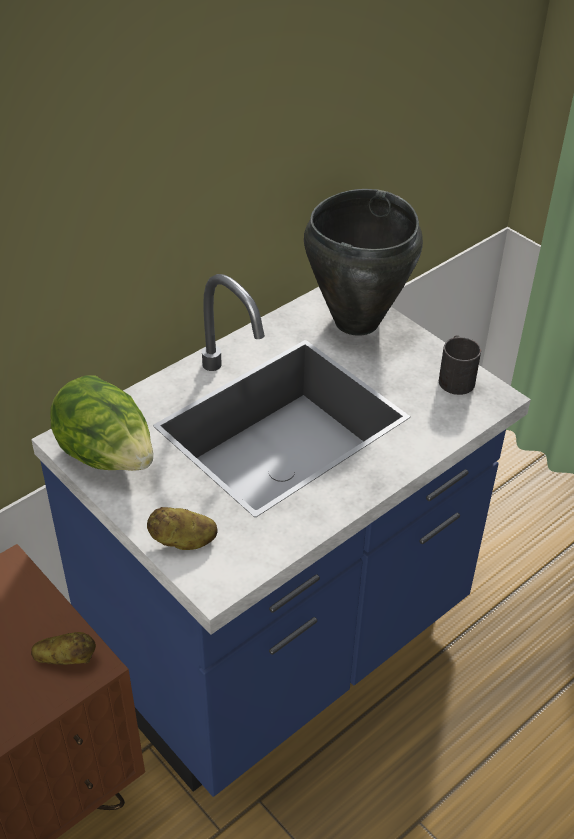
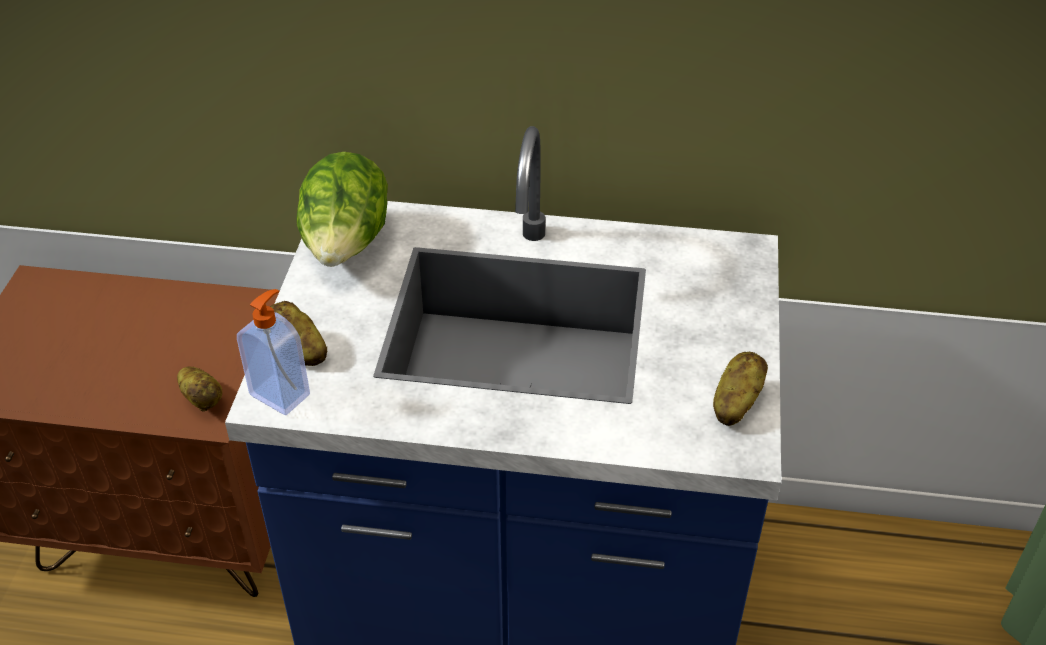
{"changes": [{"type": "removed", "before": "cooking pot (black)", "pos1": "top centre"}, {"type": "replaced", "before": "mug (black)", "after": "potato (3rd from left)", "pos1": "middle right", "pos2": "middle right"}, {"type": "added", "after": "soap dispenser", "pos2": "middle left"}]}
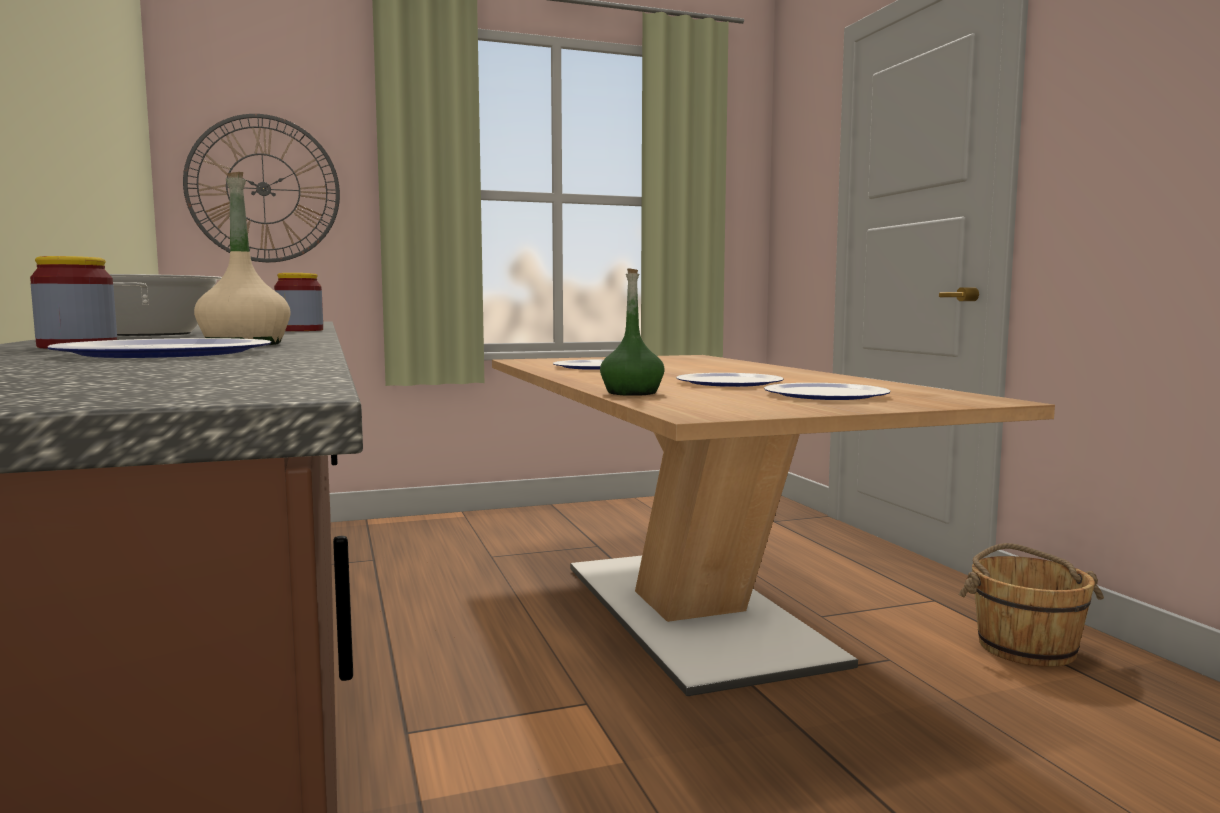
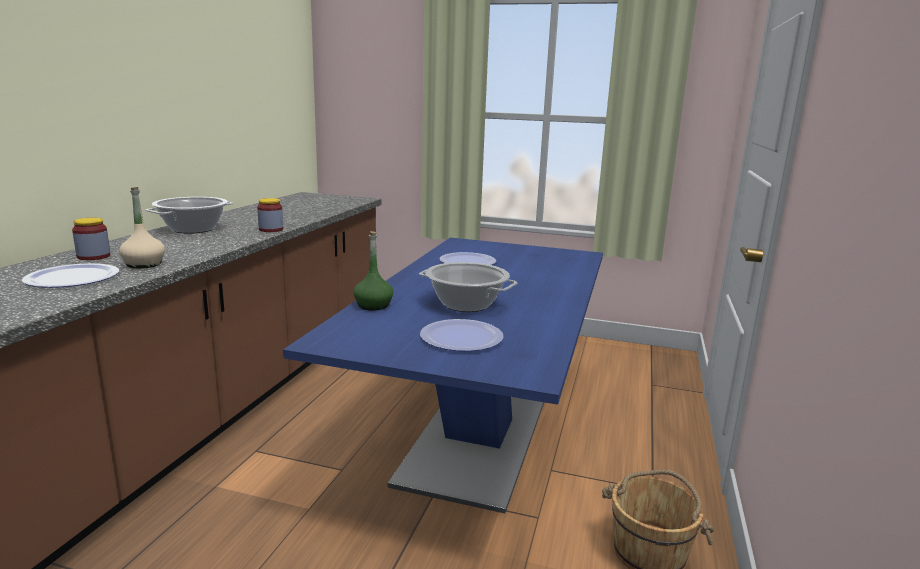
{"changes": [{"type": "removed", "before": "wall clock", "pos1": "top left"}, {"type": "recoloured", "before": "dining table (beige)", "after": "dining table (blue)", "pos1": "centre", "pos2": "centre"}, {"type": "replaced", "before": "plate (3rd from left)", "after": "cooking pot (2nd from left)", "pos1": "centre", "pos2": "centre"}]}
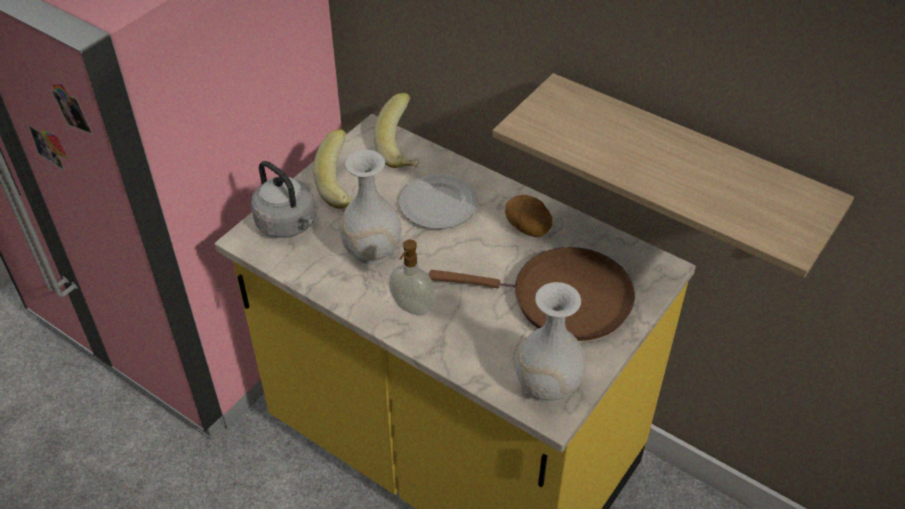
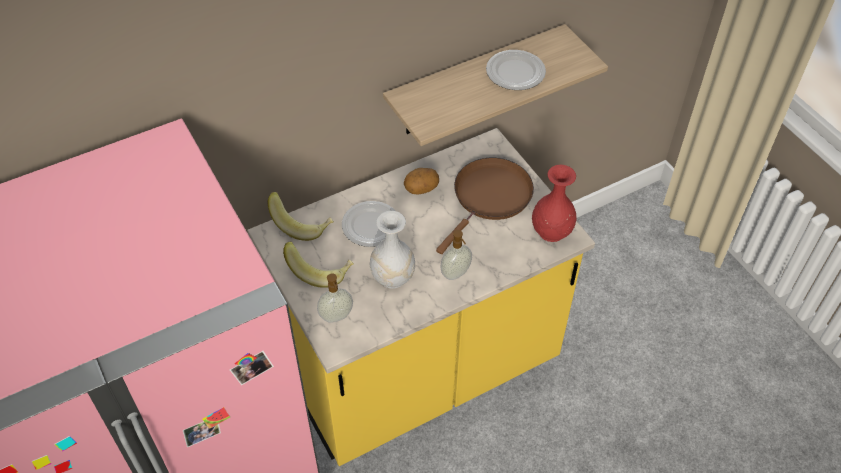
{"changes": [{"type": "replaced", "before": "kettle (grey)", "after": "soap dispenser (1st from left)", "pos1": "middle left", "pos2": "centre"}, {"type": "recoloured", "before": "vase (white) (2nd from left)", "after": "vase (red)", "pos1": "bottom centre", "pos2": "centre"}, {"type": "added", "after": "plate (2nd from left)", "pos2": "top centre"}]}
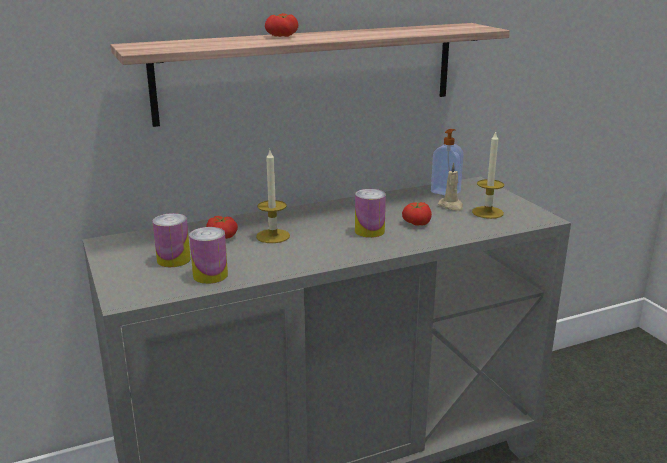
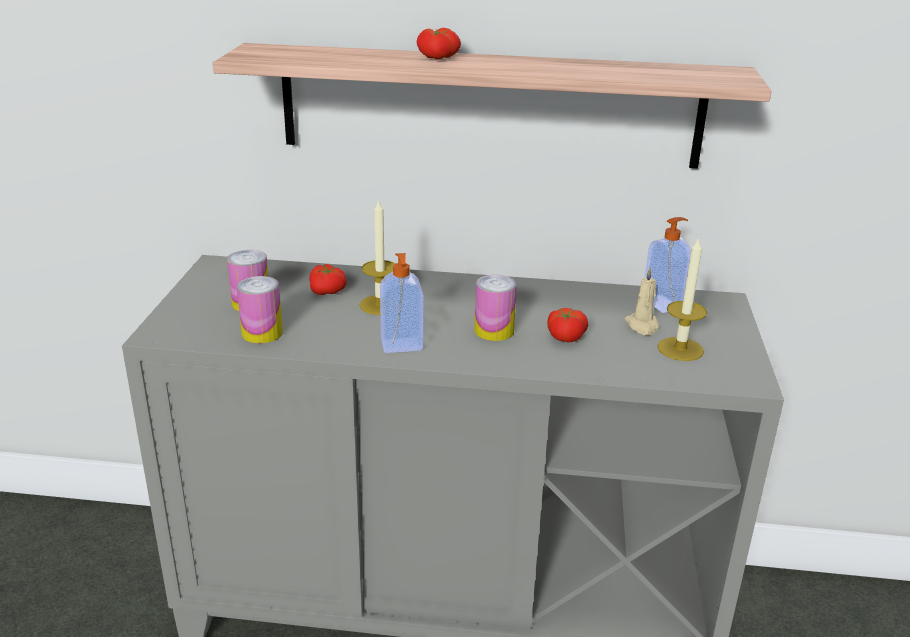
{"changes": [{"type": "added", "after": "soap dispenser (1st from left)", "pos2": "centre"}]}
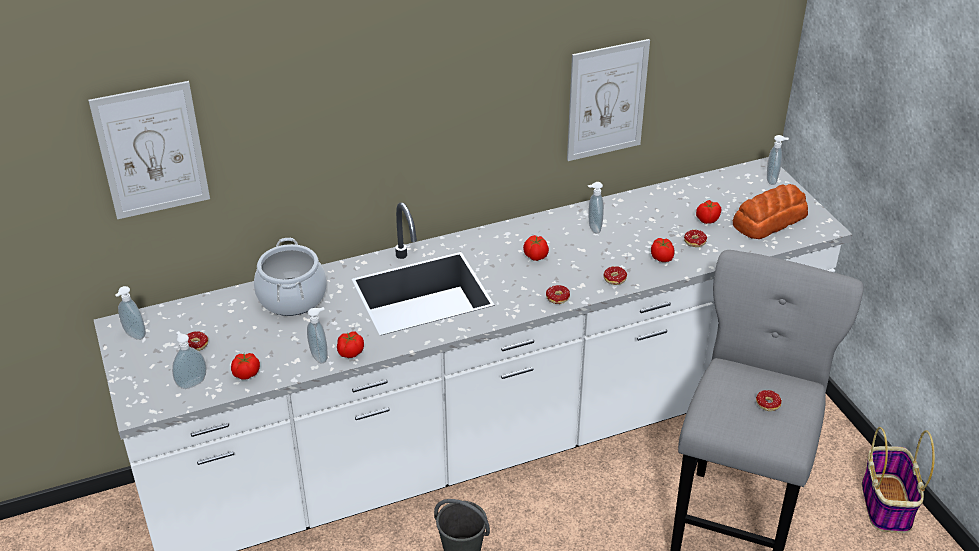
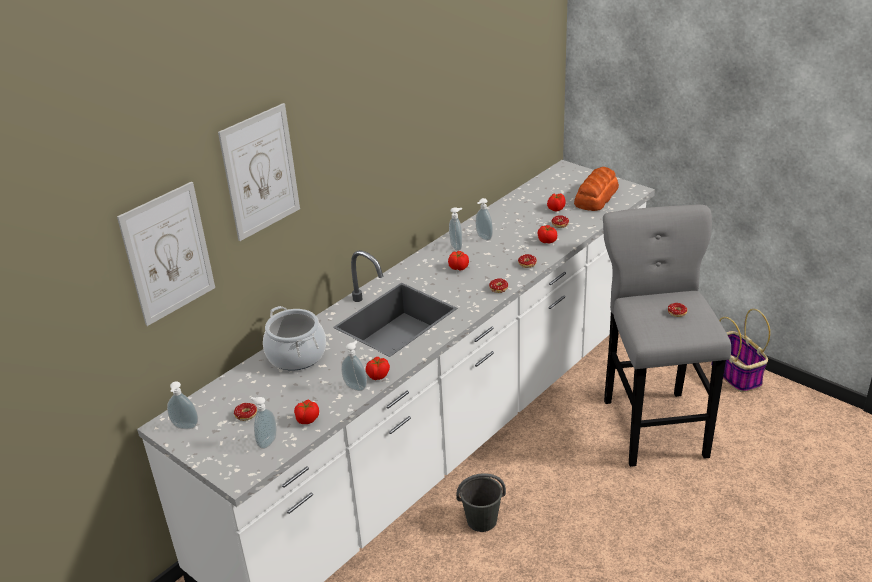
{"changes": [{"type": "moved", "before": "picture (2nd from left)", "pos1": "top centre", "pos2": "top left"}, {"type": "moved", "before": "soap dispenser (5th from left in the first image)", "after": "soap dispenser (4th from left)", "pos1": "top right", "pos2": "centre"}]}
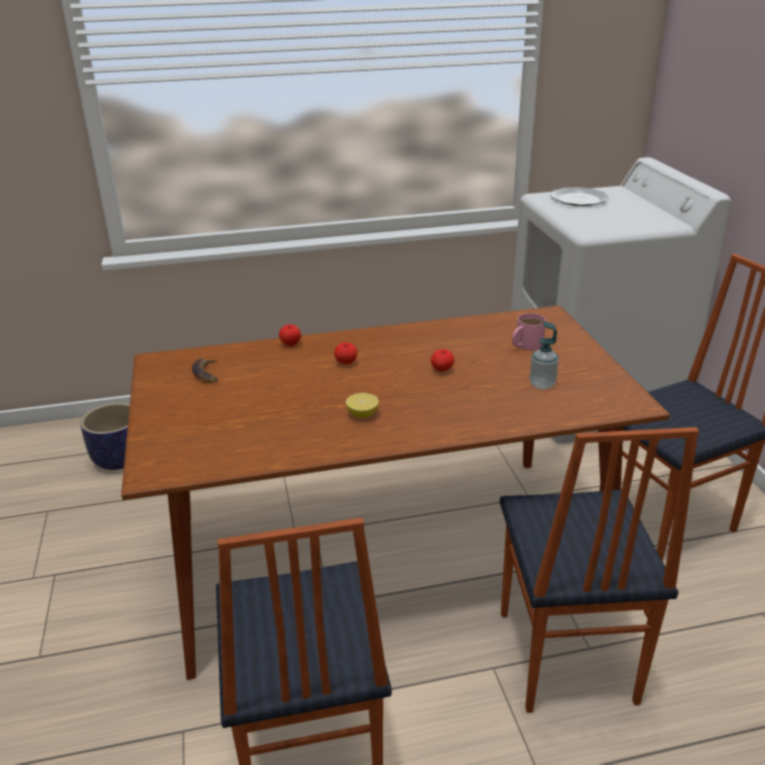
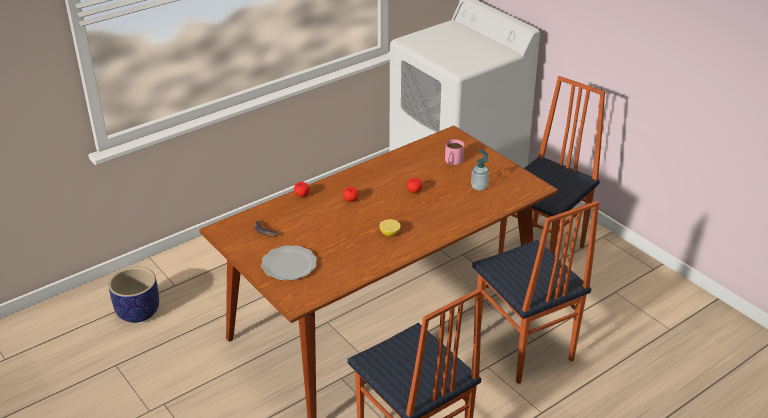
{"changes": [{"type": "moved", "before": "plate", "pos1": "top right", "pos2": "centre"}]}
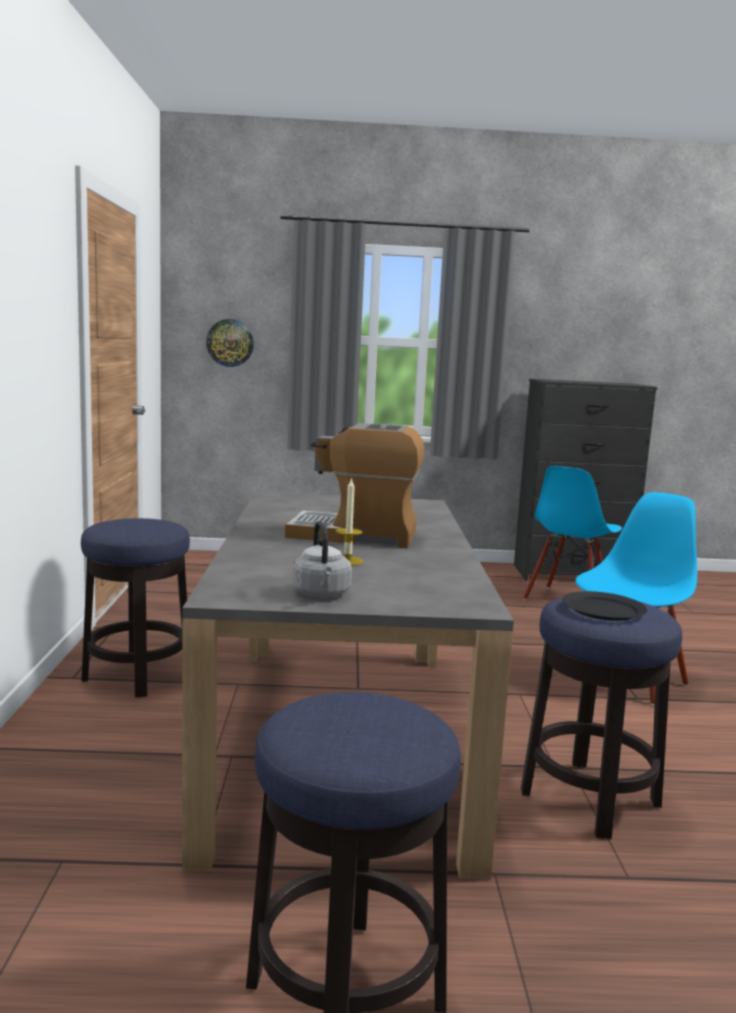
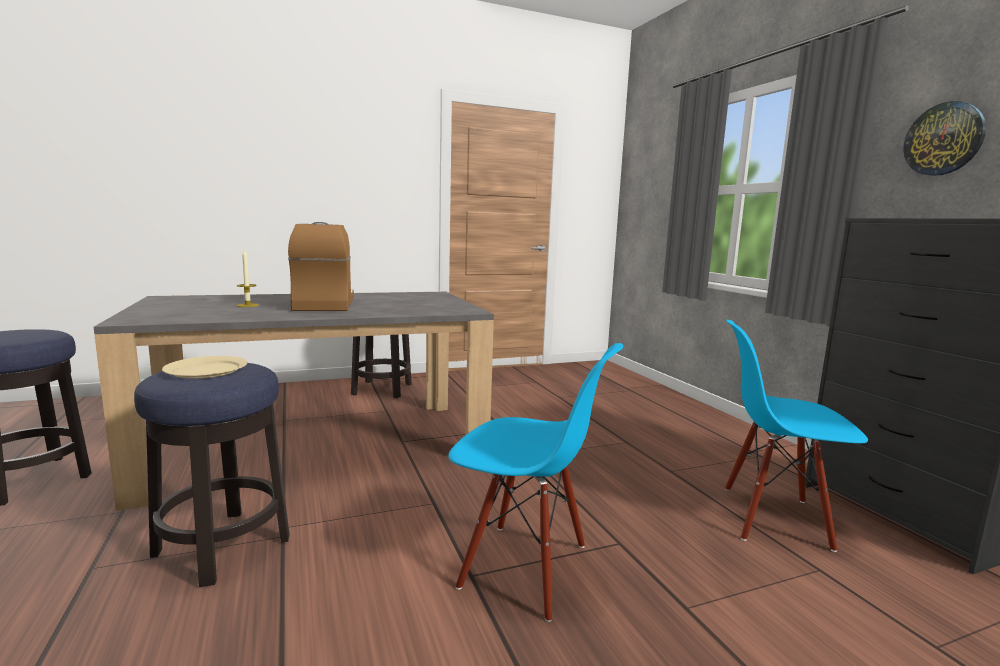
{"changes": [{"type": "moved", "before": "wall clock", "pos1": "middle left", "pos2": "top right"}, {"type": "removed", "before": "kettle (grey)", "pos1": "centre"}, {"type": "recoloured", "before": "plate (black)", "after": "plate (beige)", "pos1": "middle right", "pos2": "middle left"}]}
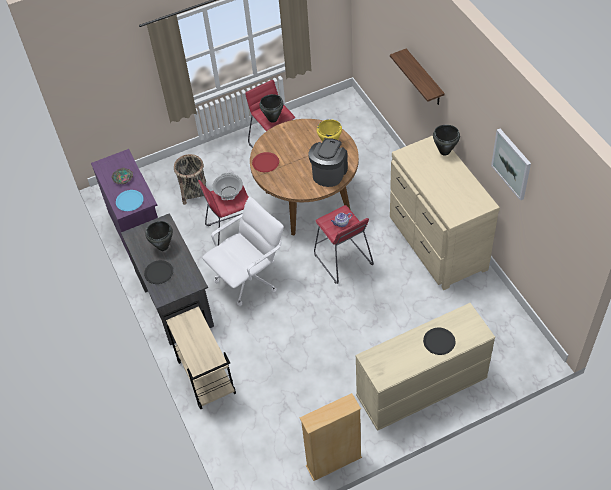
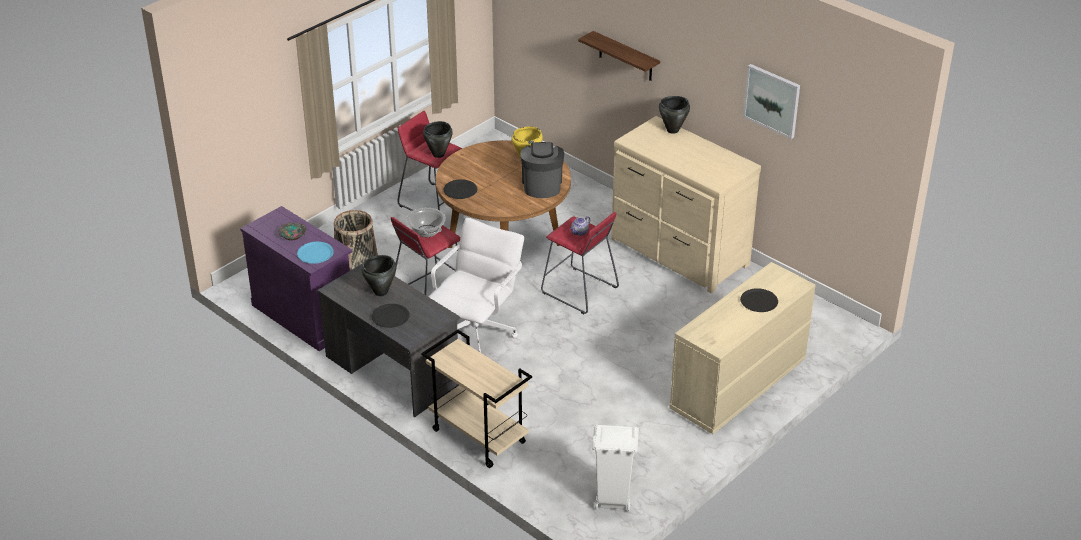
{"changes": [{"type": "recoloured", "before": "plate (red)", "after": "plate (black) (2nd from left)", "pos1": "top centre", "pos2": "centre"}, {"type": "removed", "before": "bookcase (beige)", "pos1": "bottom centre"}, {"type": "added", "after": "trash can (white)", "pos2": "bottom centre"}]}
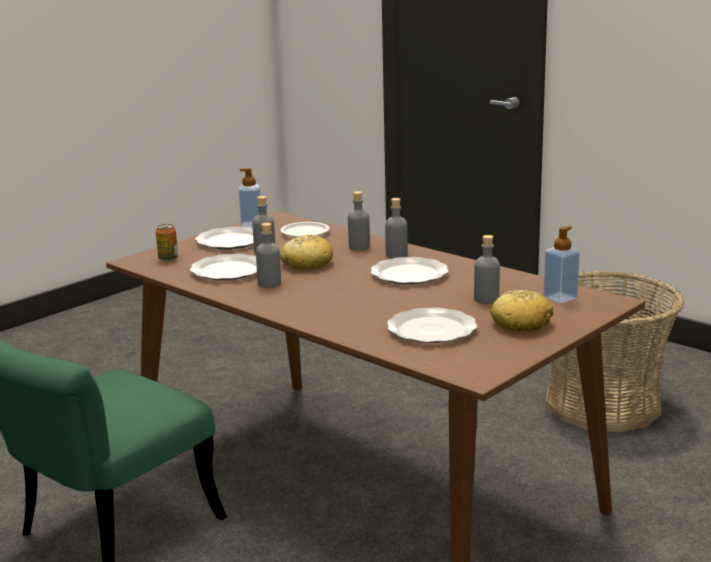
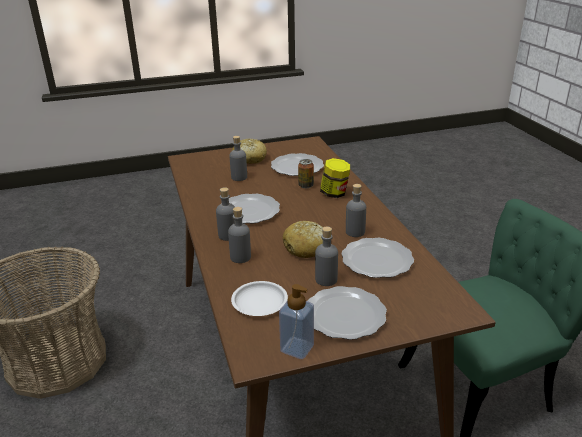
{"changes": [{"type": "moved", "before": "can", "pos1": "middle left", "pos2": "centre"}, {"type": "removed", "before": "soap dispenser (2nd from left)", "pos1": "middle right"}, {"type": "added", "after": "jar", "pos2": "centre"}]}
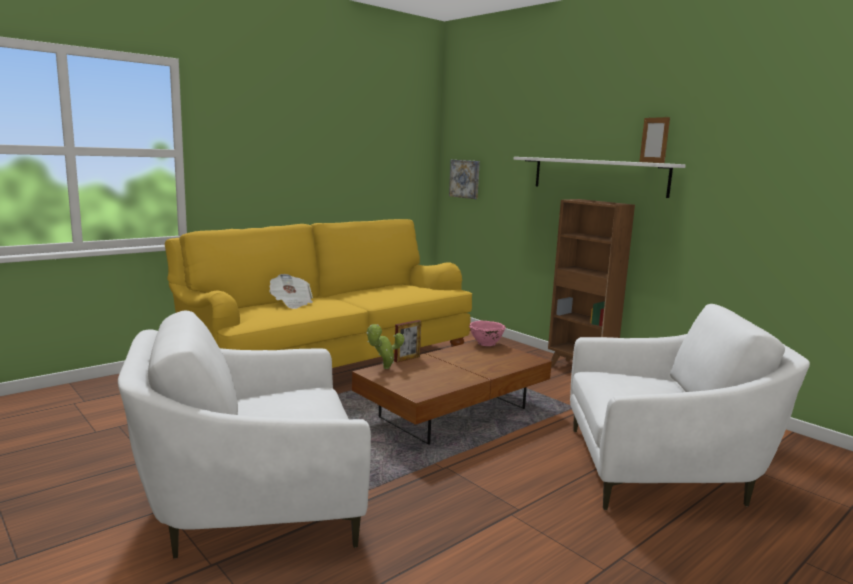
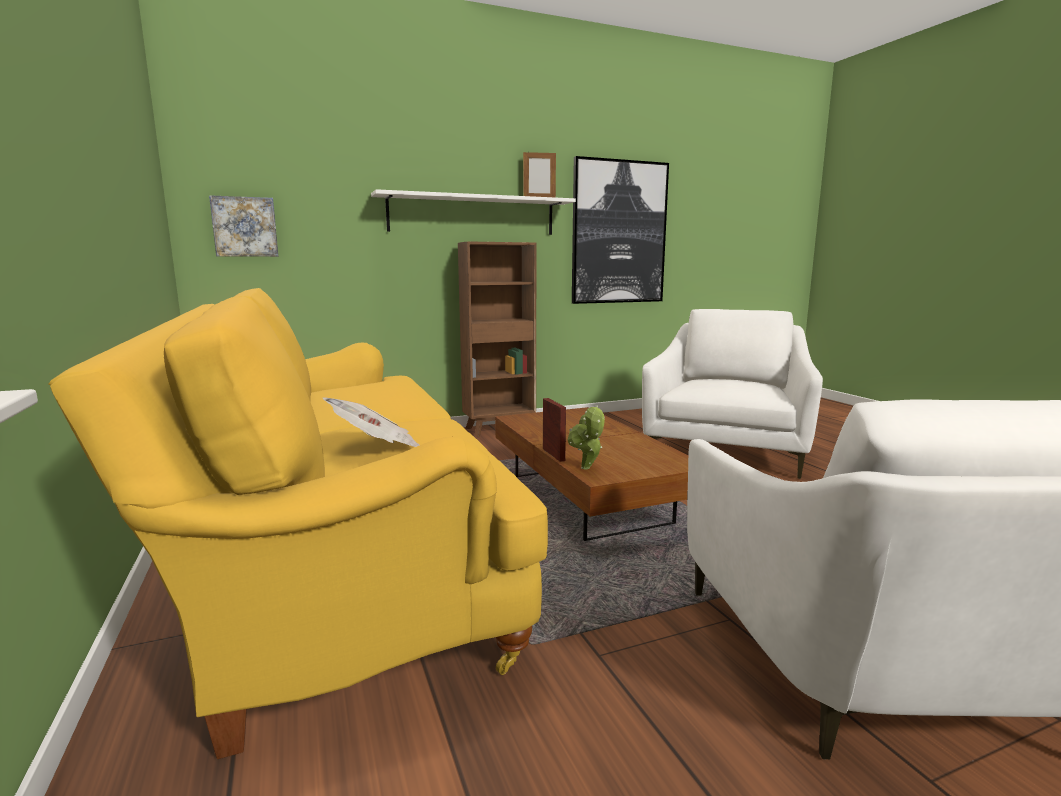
{"changes": [{"type": "removed", "before": "bowl (pink)", "pos1": "centre"}, {"type": "added", "after": "picture (2nd from left)", "pos2": "top centre"}]}
